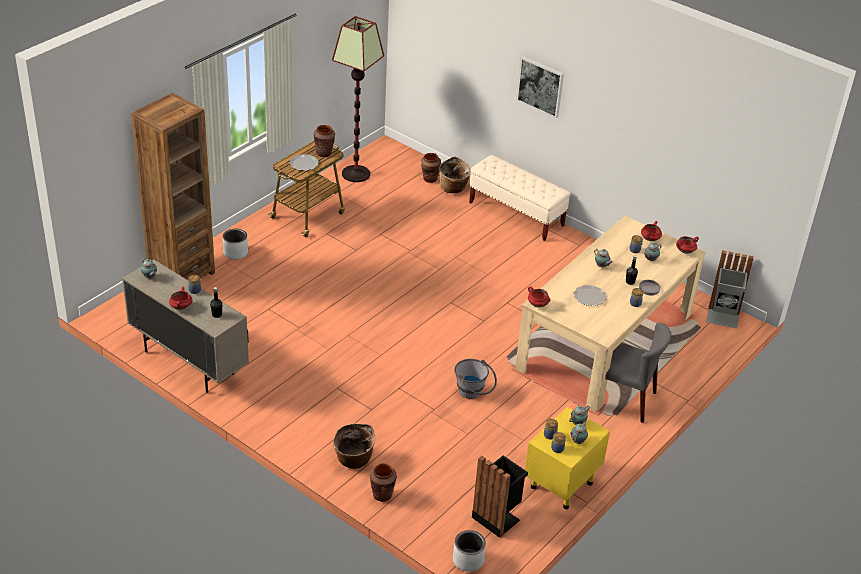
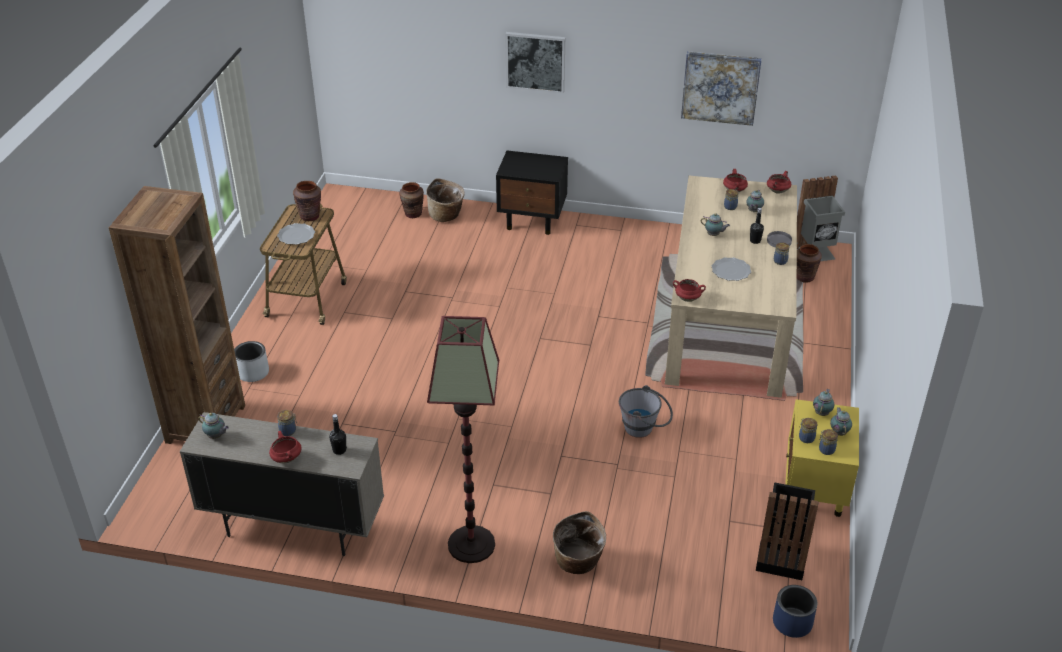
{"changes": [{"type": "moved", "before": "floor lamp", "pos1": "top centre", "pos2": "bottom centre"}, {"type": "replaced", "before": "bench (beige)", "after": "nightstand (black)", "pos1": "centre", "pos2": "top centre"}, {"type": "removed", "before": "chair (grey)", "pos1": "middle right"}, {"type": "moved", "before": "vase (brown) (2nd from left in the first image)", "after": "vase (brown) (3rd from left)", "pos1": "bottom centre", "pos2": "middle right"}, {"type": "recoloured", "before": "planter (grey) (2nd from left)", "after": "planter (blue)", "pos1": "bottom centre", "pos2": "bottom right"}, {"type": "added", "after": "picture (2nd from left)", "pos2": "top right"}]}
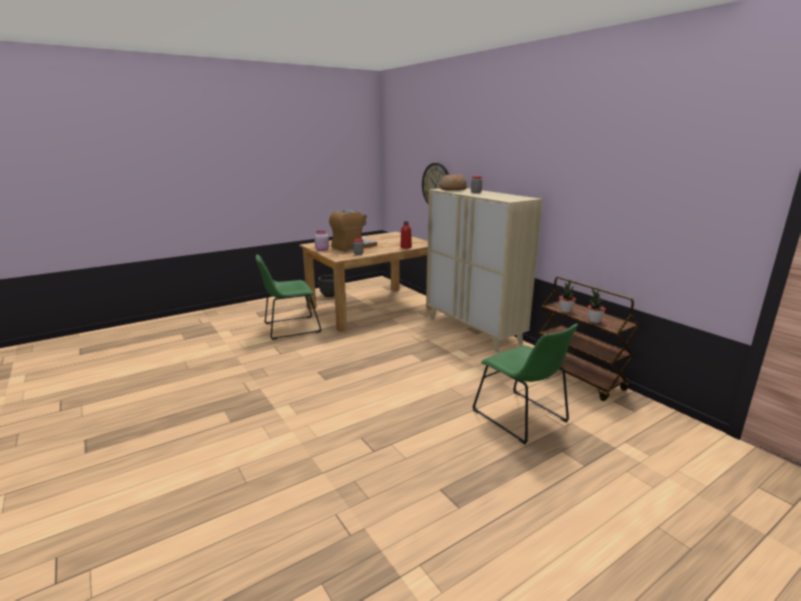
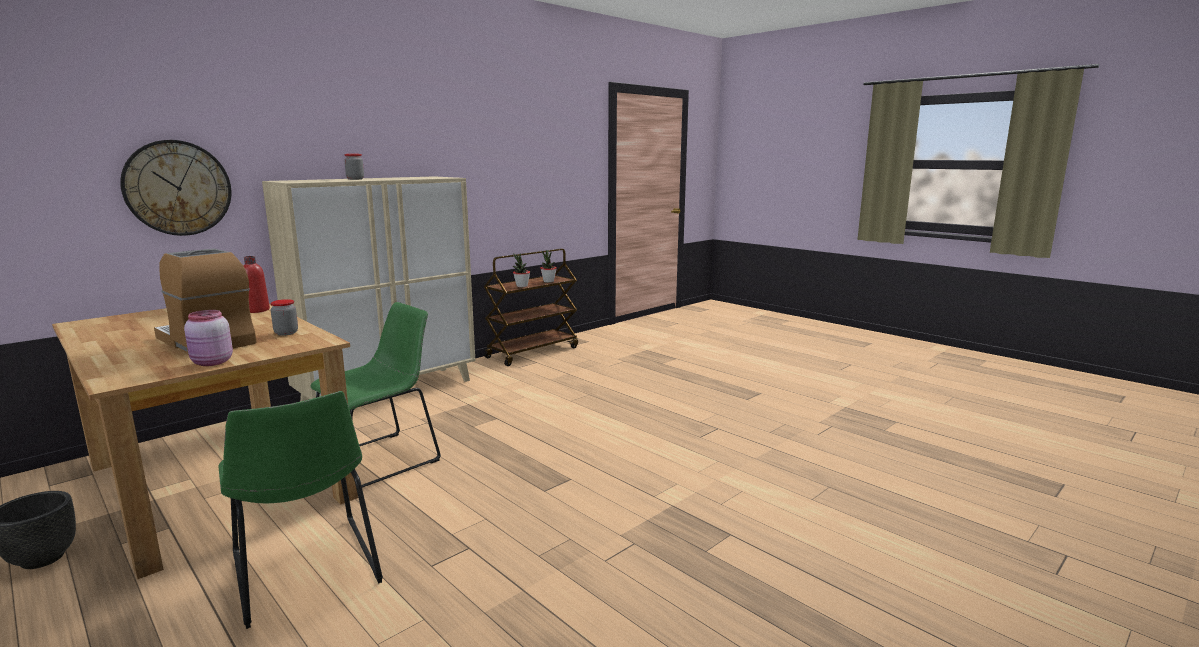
{"changes": [{"type": "removed", "before": "bread", "pos1": "top centre"}, {"type": "moved", "before": "chair (green) (2nd from left)", "pos1": "centre", "pos2": "middle left"}]}
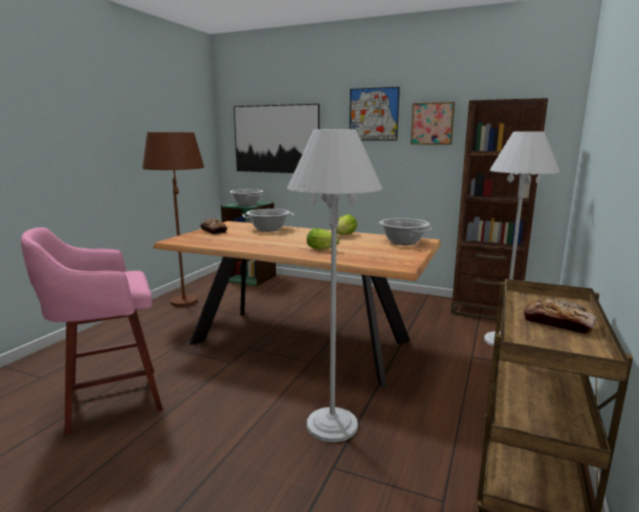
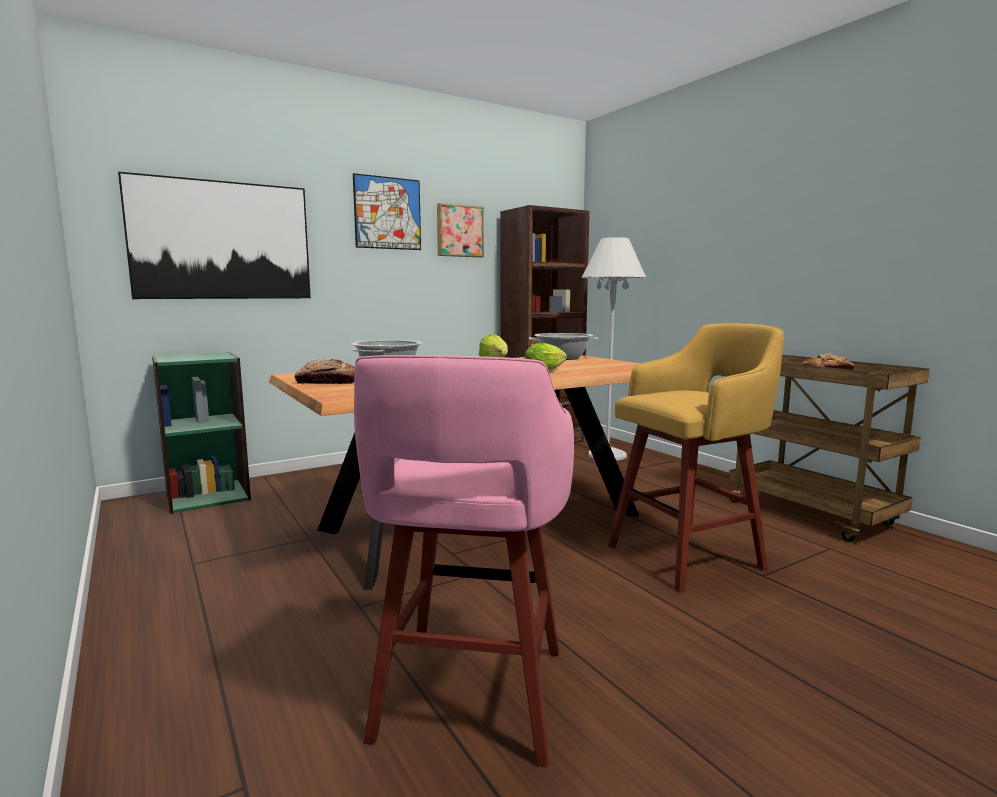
{"changes": [{"type": "replaced", "before": "floor lamp (white) (1st from left)", "after": "stool (yellow)", "pos1": "centre", "pos2": "middle right"}, {"type": "removed", "before": "floor lamp (brown)", "pos1": "middle left"}, {"type": "removed", "before": "cooking pot (1st from left)", "pos1": "centre"}]}
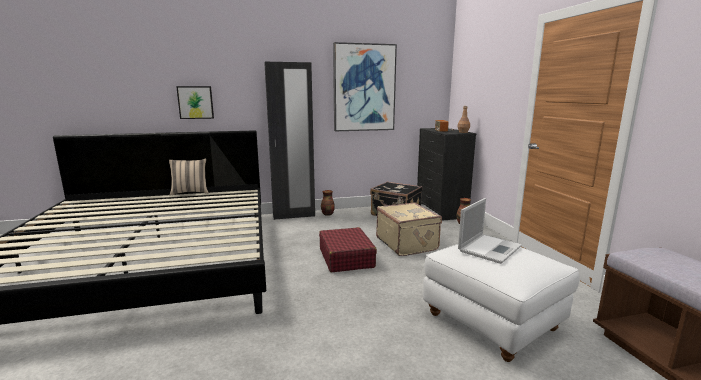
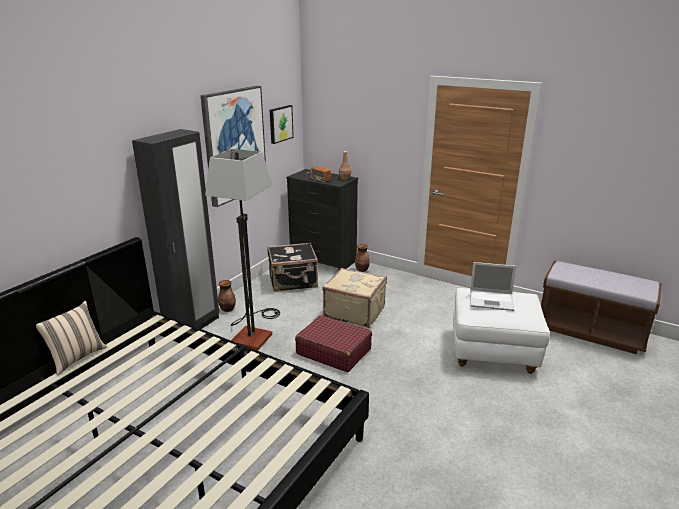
{"changes": [{"type": "moved", "before": "picture (1st from left in the first image)", "after": "picture (2nd from left)", "pos1": "top left", "pos2": "top centre"}, {"type": "turned", "before": "laptop", "pos1": "middle right", "pos2": "middle right", "turn": 105}, {"type": "added", "after": "floor lamp", "pos2": "centre"}]}
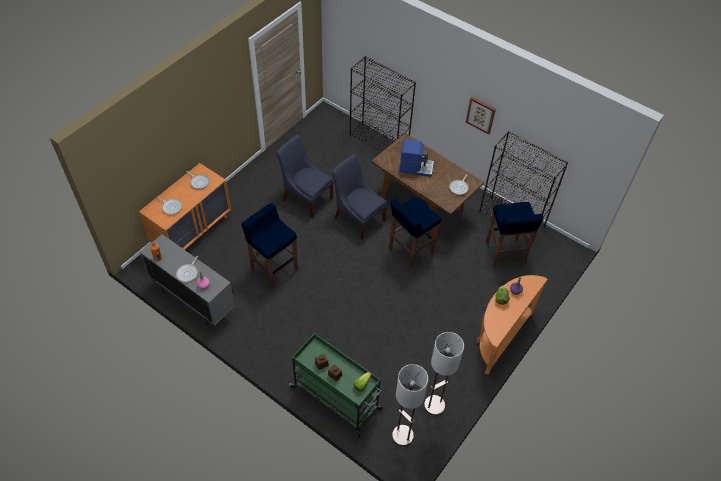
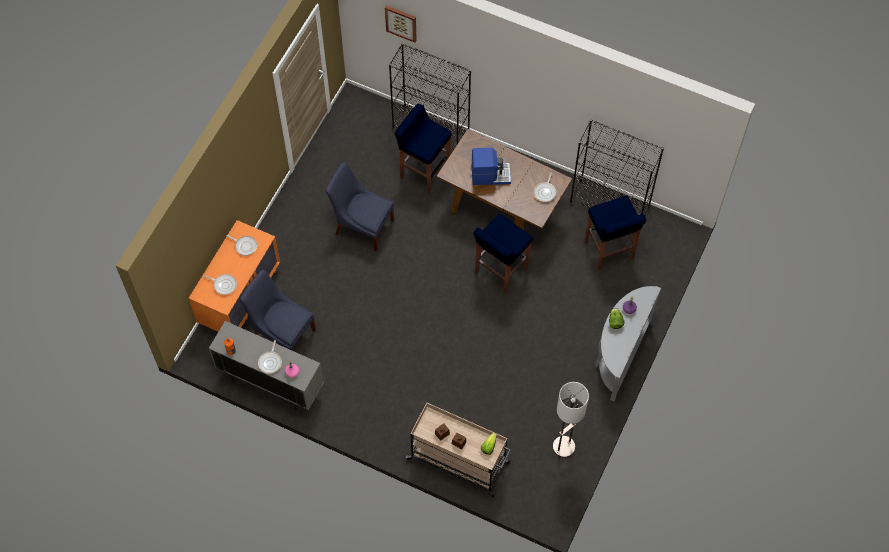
{"changes": [{"type": "moved", "before": "picture", "pos1": "top right", "pos2": "top centre"}, {"type": "moved", "before": "chair (blue) (2nd from left in the first image)", "after": "chair (blue) (1st from left)", "pos1": "centre", "pos2": "middle left"}, {"type": "moved", "before": "stool (blue) (1st from left)", "pos1": "centre", "pos2": "top centre"}, {"type": "recoloured", "before": "console table (orange)", "after": "console table (grey)", "pos1": "bottom right", "pos2": "middle right"}, {"type": "recoloured", "before": "cart (green)", "after": "cart (beige)", "pos1": "bottom centre", "pos2": "bottom centre"}, {"type": "removed", "before": "floor lamp (1st from left)", "pos1": "bottom centre"}]}
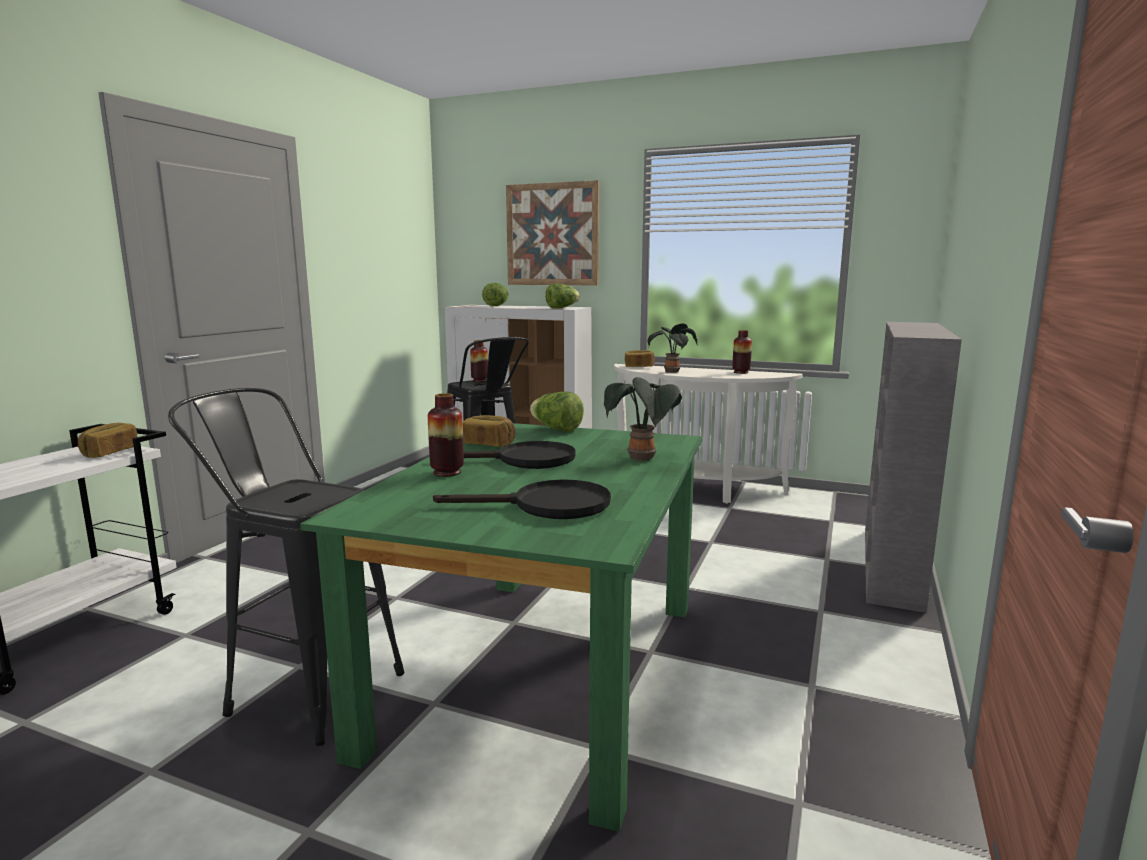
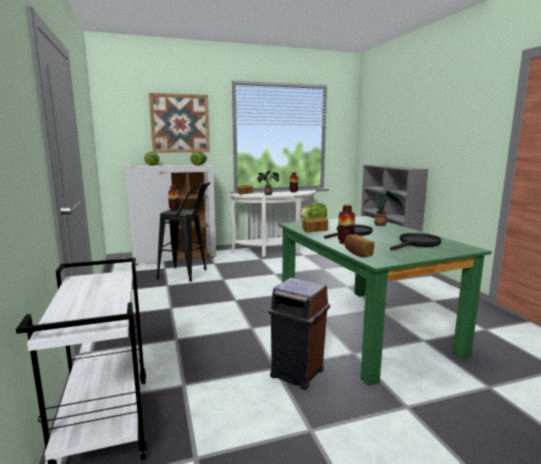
{"changes": [{"type": "replaced", "before": "stool (black) (1st from left)", "after": "trash can (brown)", "pos1": "middle left", "pos2": "bottom centre"}, {"type": "moved", "before": "bread (1st from left in the first image)", "after": "bread (3rd from left)", "pos1": "middle left", "pos2": "centre"}]}
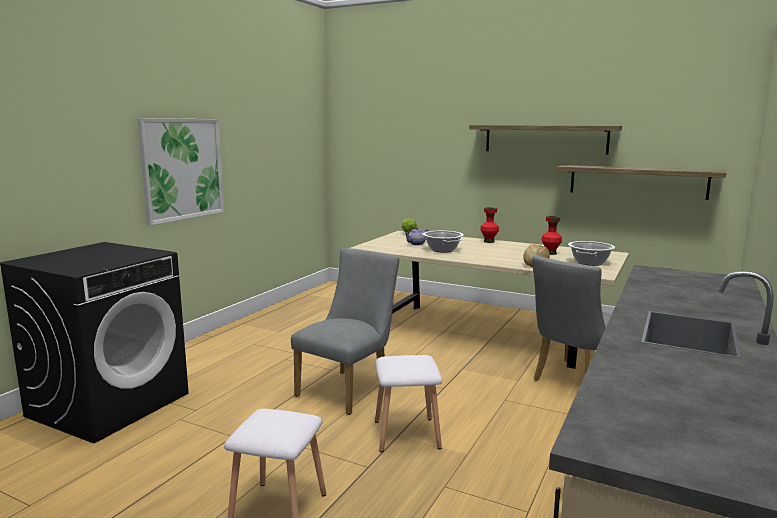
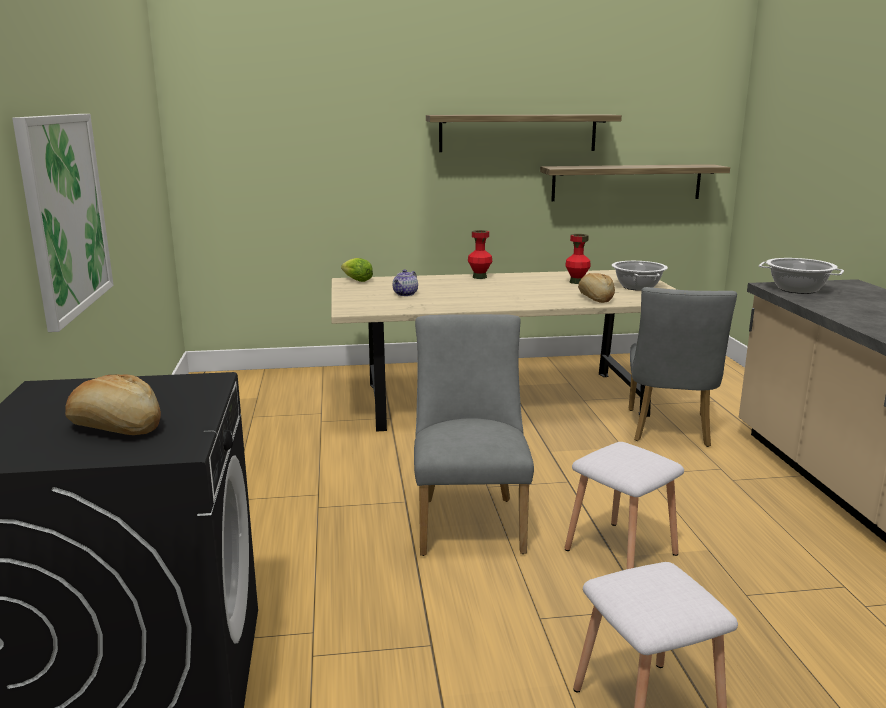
{"changes": [{"type": "moved", "before": "cooking pot (1st from left in the first image)", "after": "cooking pot (2nd from left)", "pos1": "centre", "pos2": "middle right"}, {"type": "added", "after": "bread (1st from left)", "pos2": "middle left"}]}
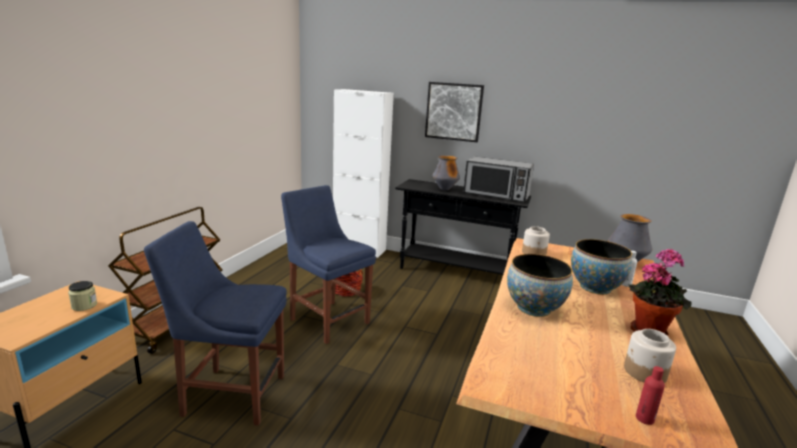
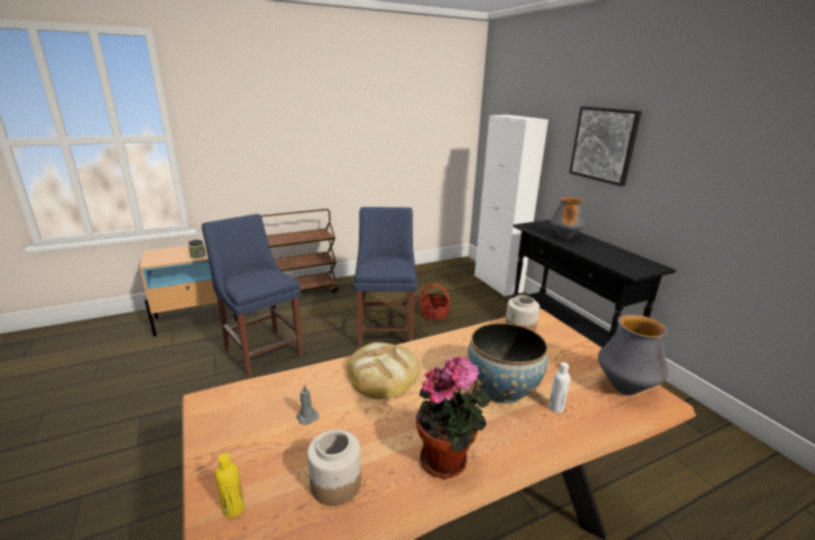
{"changes": [{"type": "removed", "before": "microwave", "pos1": "centre"}, {"type": "replaced", "before": "bowl (1st from left)", "after": "bread", "pos1": "middle right", "pos2": "bottom centre"}, {"type": "recoloured", "before": "bottle (red)", "after": "bottle (yellow)", "pos1": "bottom right", "pos2": "bottom left"}, {"type": "added", "after": "candle (grey)", "pos2": "bottom centre"}]}
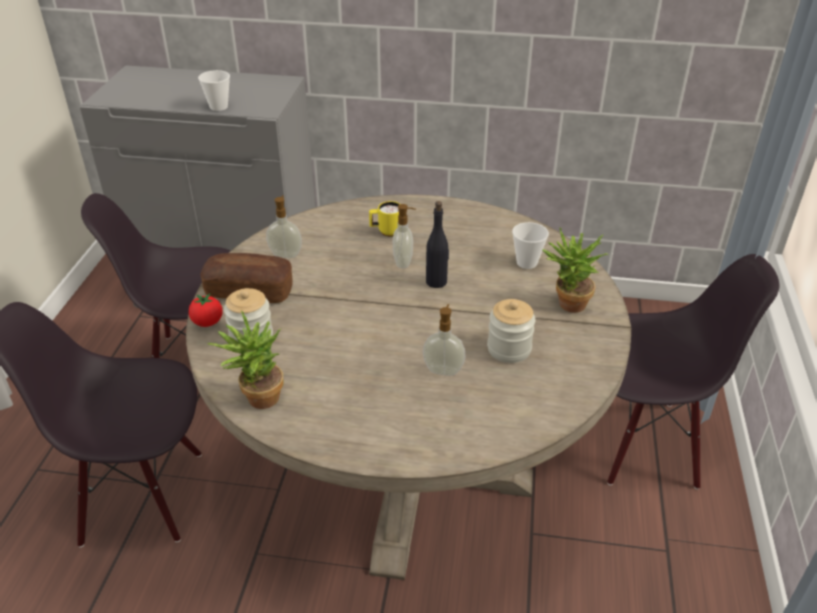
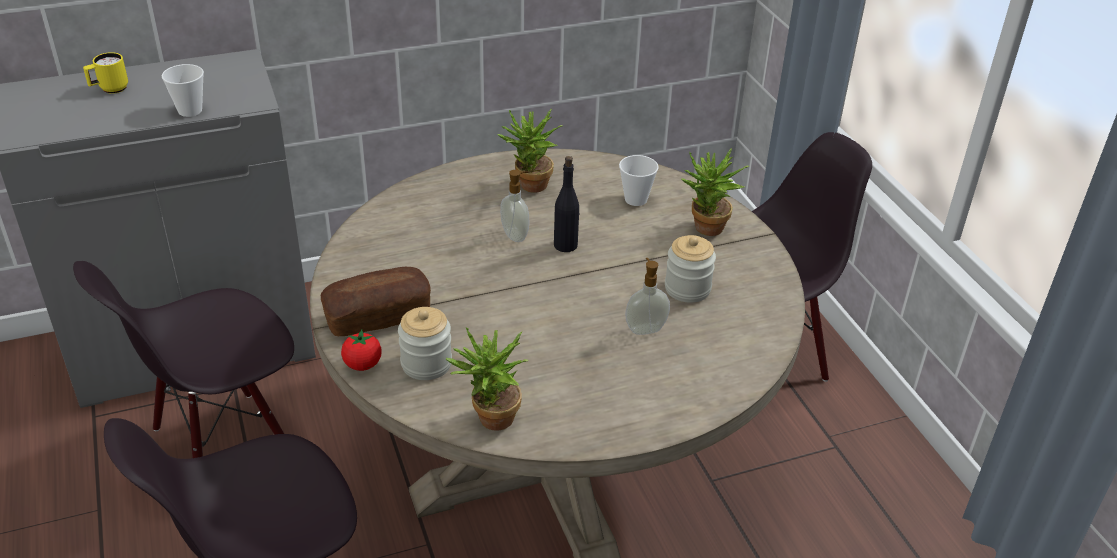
{"changes": [{"type": "removed", "before": "soap dispenser (1st from left)", "pos1": "centre"}, {"type": "moved", "before": "mug (yellow)", "pos1": "centre", "pos2": "top left"}, {"type": "added", "after": "potted plant (2nd from left)", "pos2": "top centre"}]}
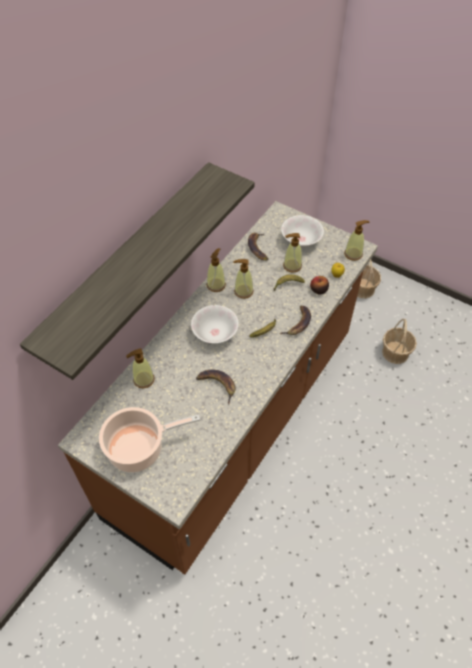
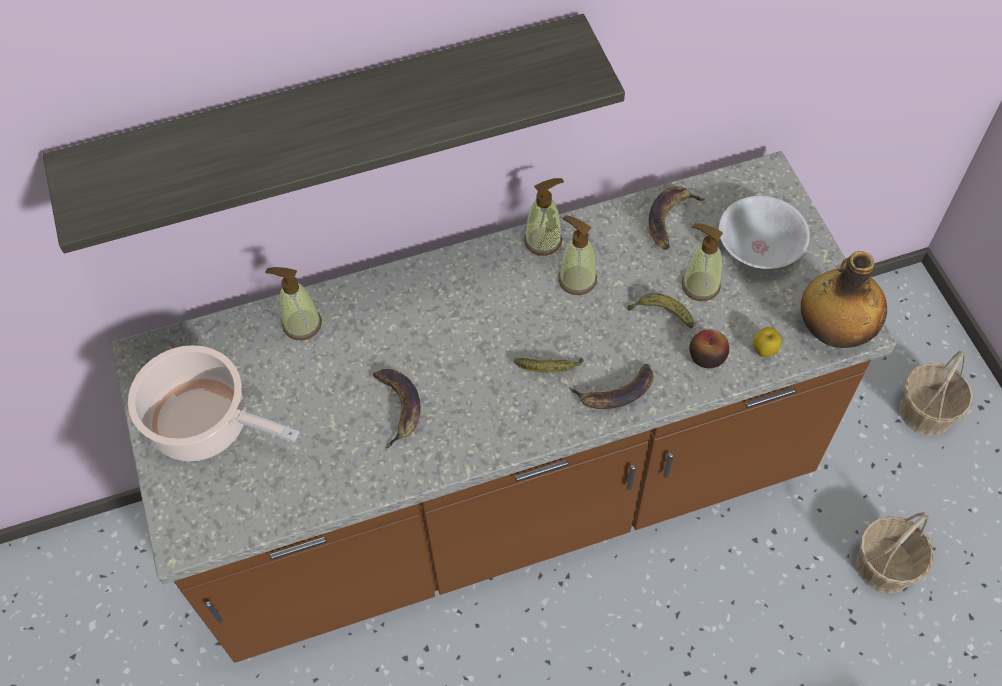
{"changes": [{"type": "replaced", "before": "soap dispenser (5th from left)", "after": "bottle", "pos1": "middle right", "pos2": "middle right"}, {"type": "removed", "before": "bowl (white) (1st from left)", "pos1": "centre"}]}
